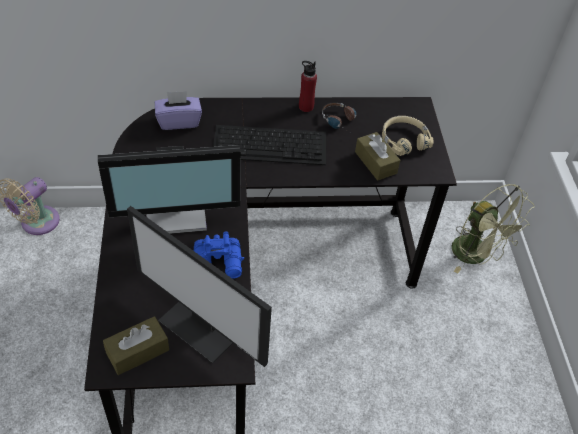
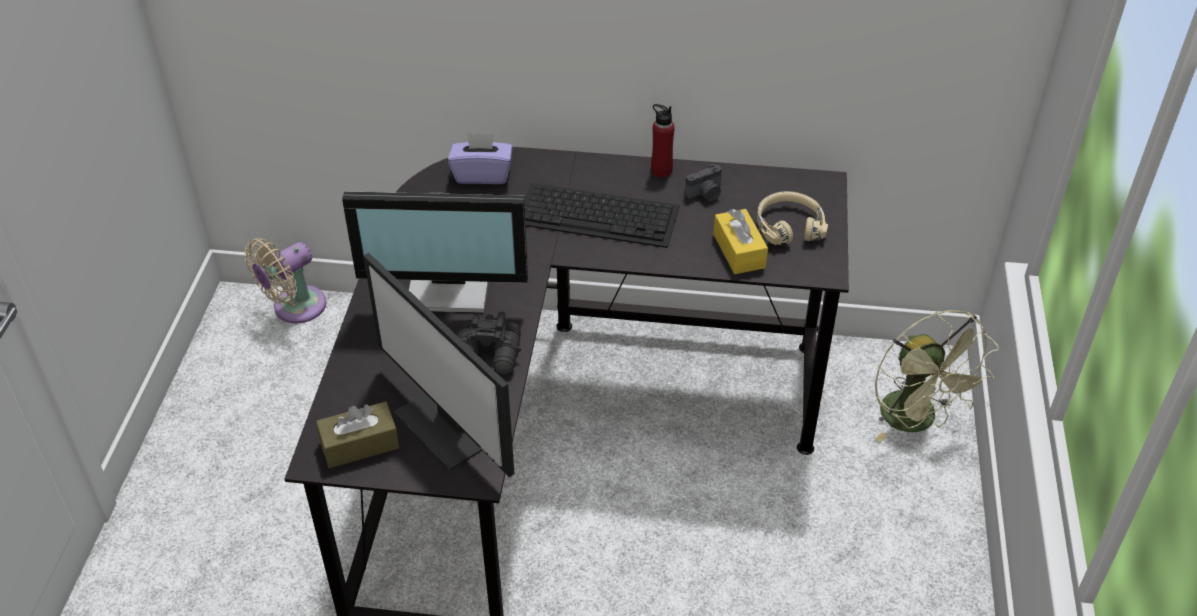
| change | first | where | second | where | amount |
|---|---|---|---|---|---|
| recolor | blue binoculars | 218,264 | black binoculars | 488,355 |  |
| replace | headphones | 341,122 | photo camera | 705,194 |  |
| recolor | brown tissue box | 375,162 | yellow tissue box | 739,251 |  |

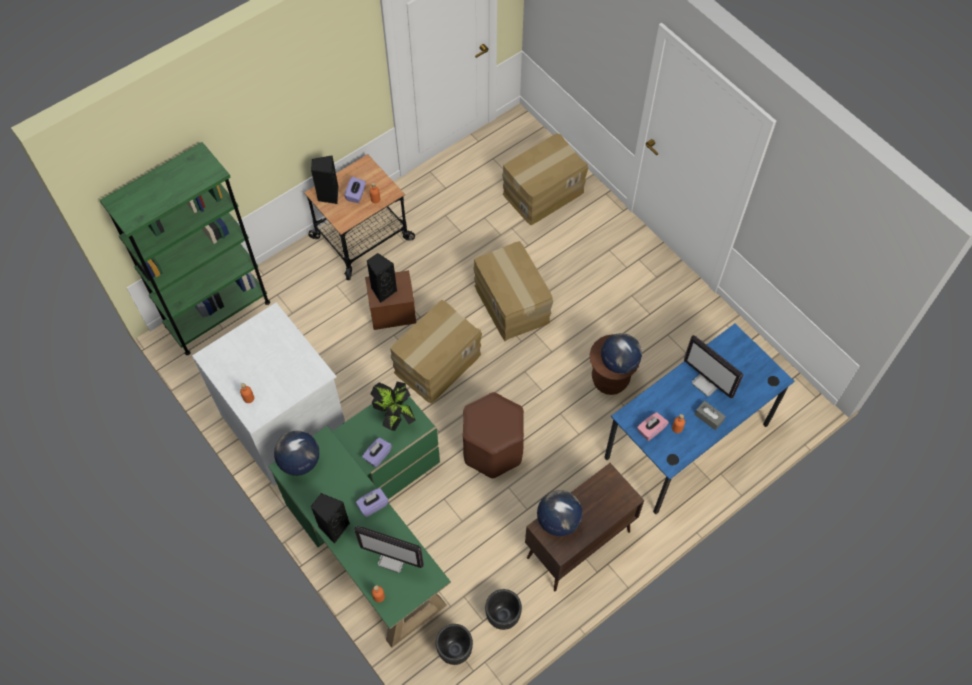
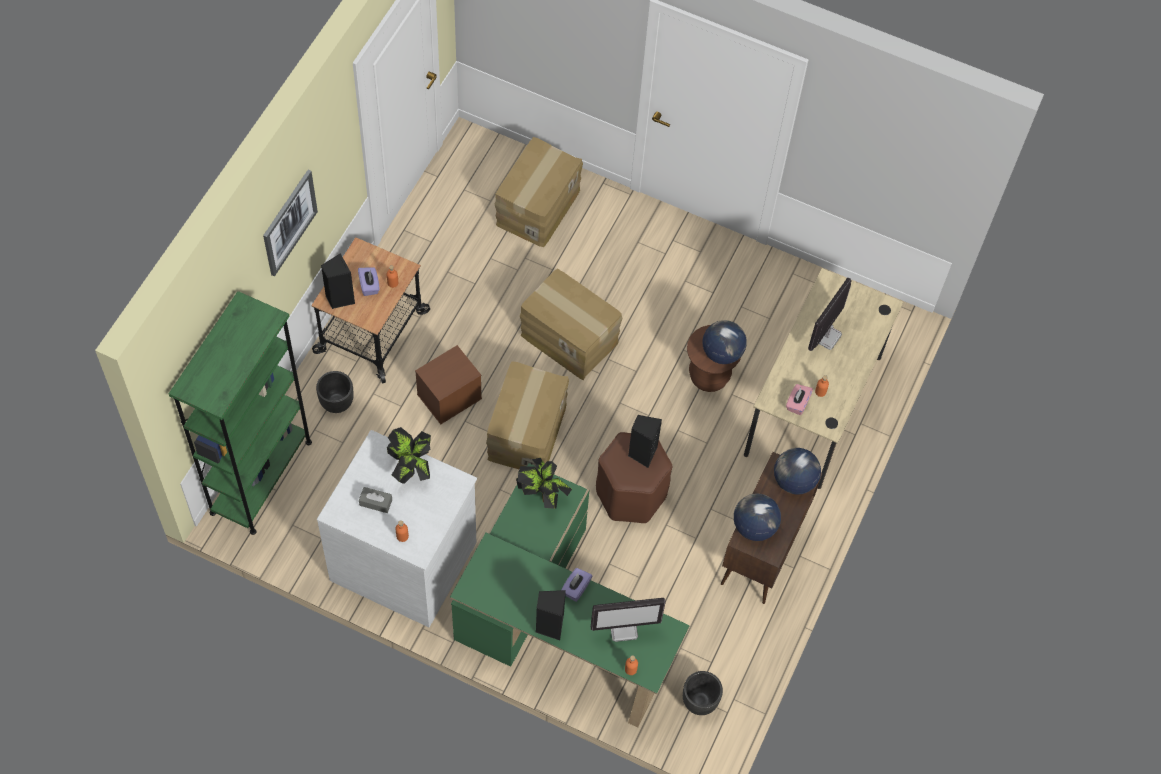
| change | first | where | second | where | amount |
|---|---|---|---|---|---|
| insert |  |  | picture | 289,222 |  |
| move | black planter | 502,615 |  | 336,402 |  |
| move | grey tissue box | 708,417 |  | 375,502 |  |
| insert |  |  | potted plant | 412,467 |  |
| move | black speaker | 383,290 |  | 642,453 |  |
| recolor | blue desk | 686,441 | beige desk | 813,405 |  |
| move | globe | 299,461 |  | 793,481 |  |
| rotate | monitor | 707,383 |  | 826,337 | 105 degrees clockwise |
| delete | purple tissue box | 377,455 |  |  |  |

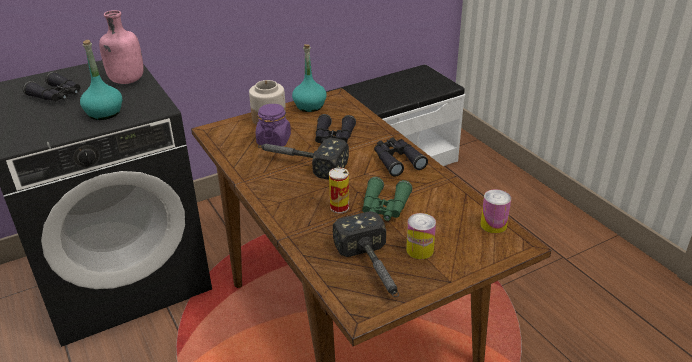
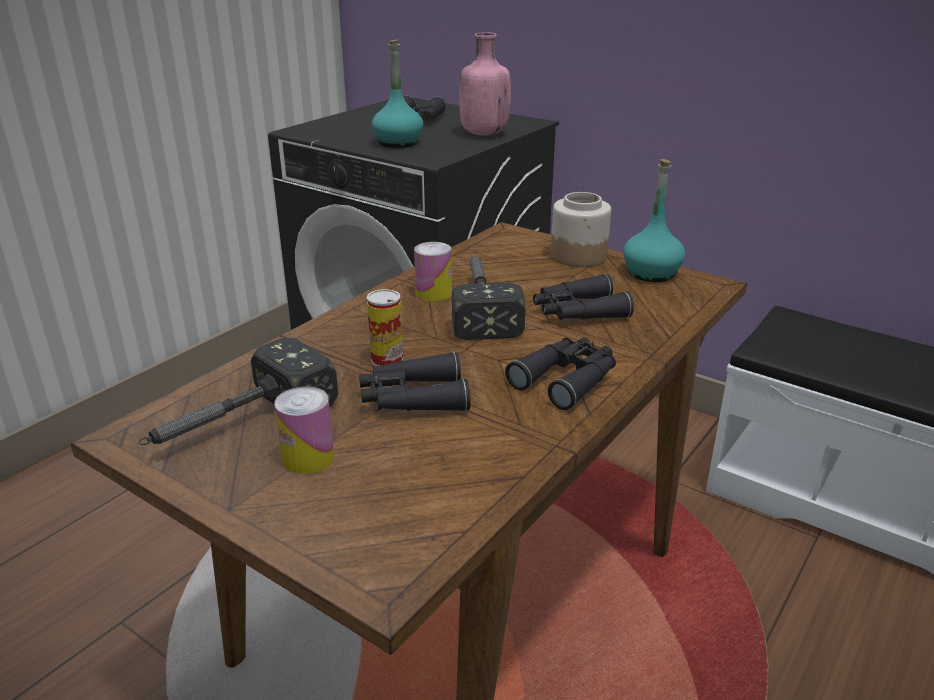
| change | first | where | second | where | amount |
|---|---|---|---|---|---|
| recolor | green binoculars | 384,207 | black binoculars | 412,398 |  |
| move | can | 493,225 |  | 433,293 |  |
| delete | purple jar | 274,140 |  |  |  |

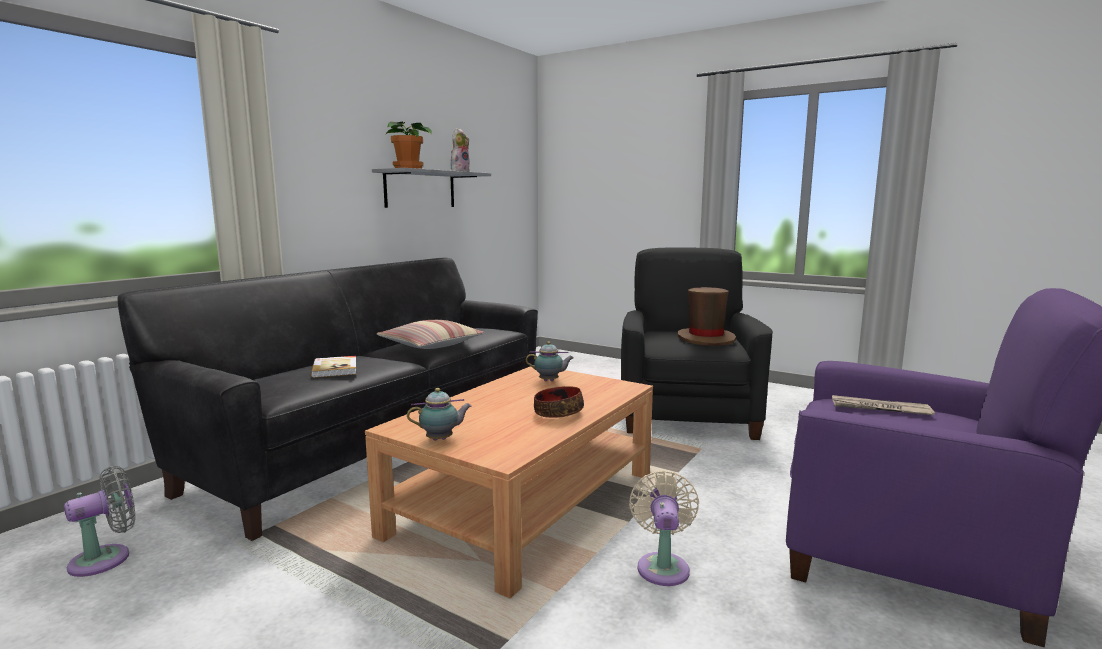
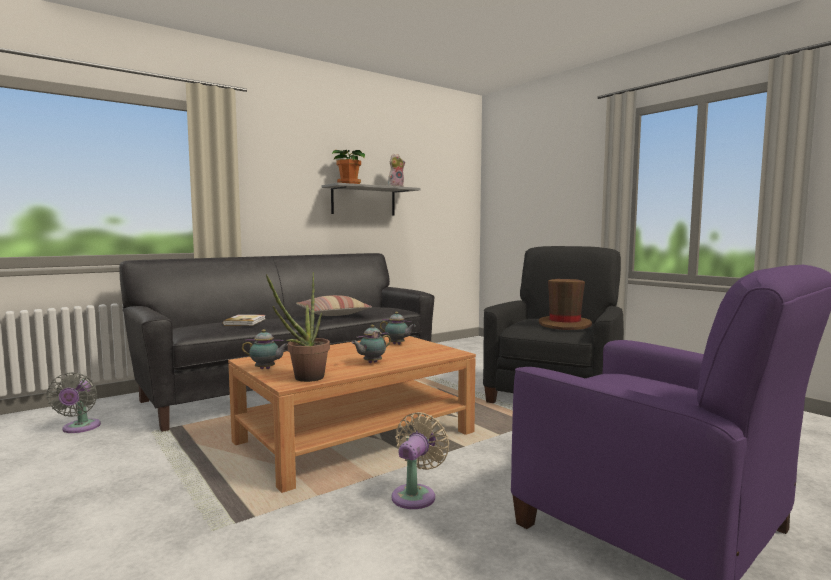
| change | first | where | second | where | amount |
|---|---|---|---|---|---|
| rotate | grey fan | 106,558 |  | 79,428 | 105 degrees clockwise |
| insert |  |  | potted plant | 304,379 |  |
| replace | bowl | 558,412 | teapot | 371,362 |  |
| delete | newspaper | 879,408 |  |  |  |

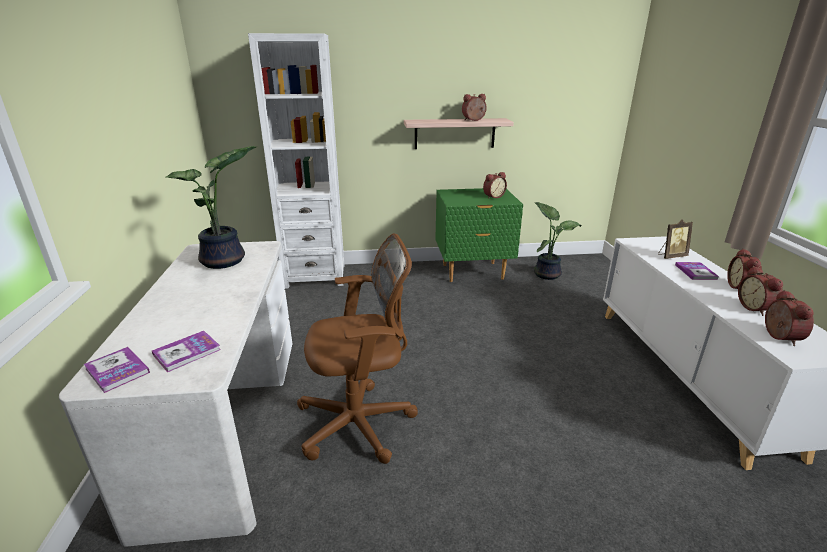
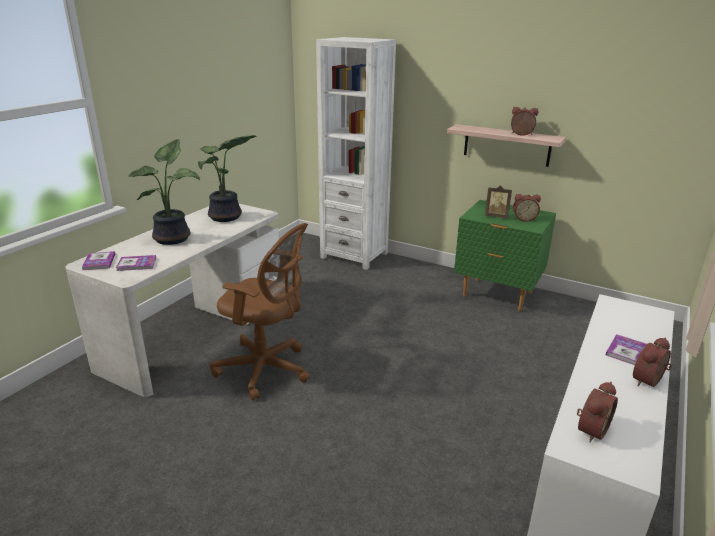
| change | first | where | second | where | amount |
|---|---|---|---|---|---|
| move | potted plant | 547,274 |  | 174,238 |  |
| move | picture frame | 671,256 |  | 496,216 |  |
| delete | alarm clock | 756,308 |  |  |  |

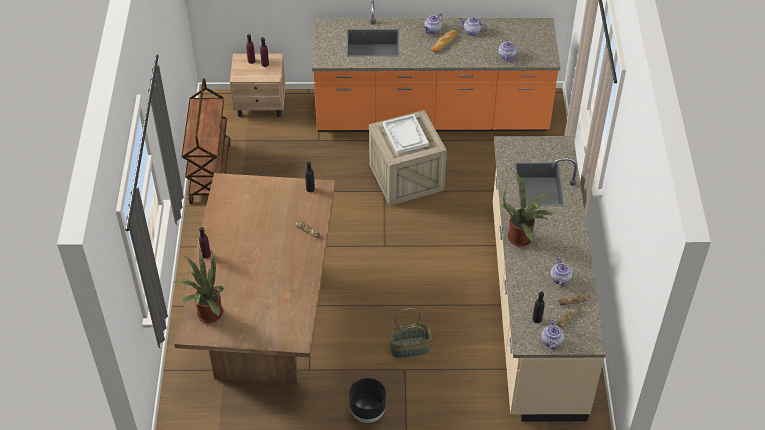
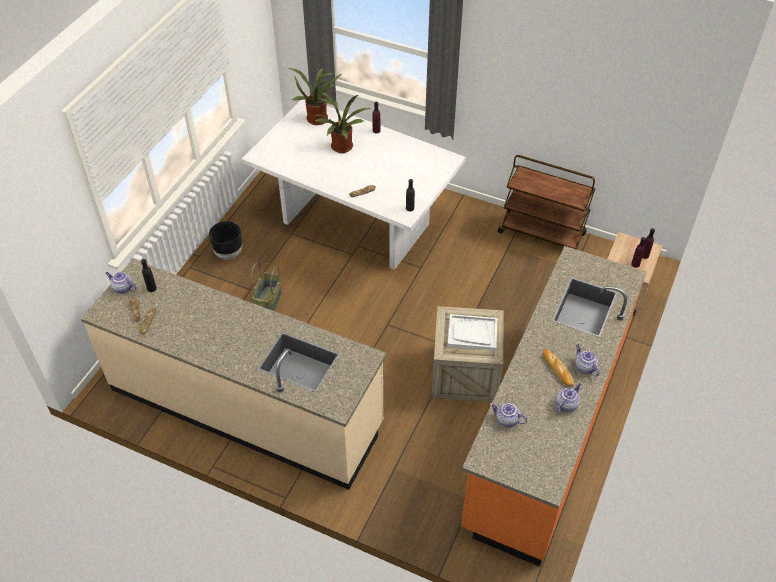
| change | first | where | second | where | amount |
|---|---|---|---|---|---|
| recolor | brown dining table | 266,319 | white dining table | 357,223 |  |
| move | potted plant | 522,237 |  | 341,148 |  |
| delete | teapot | 560,279 |  |  |  |

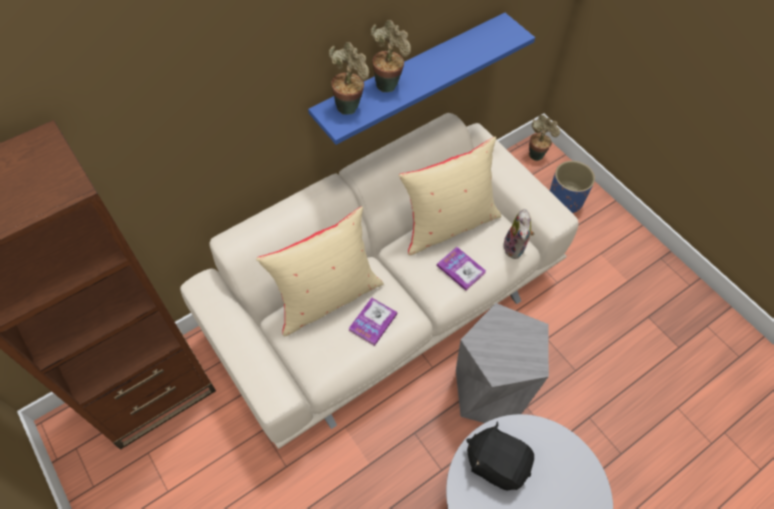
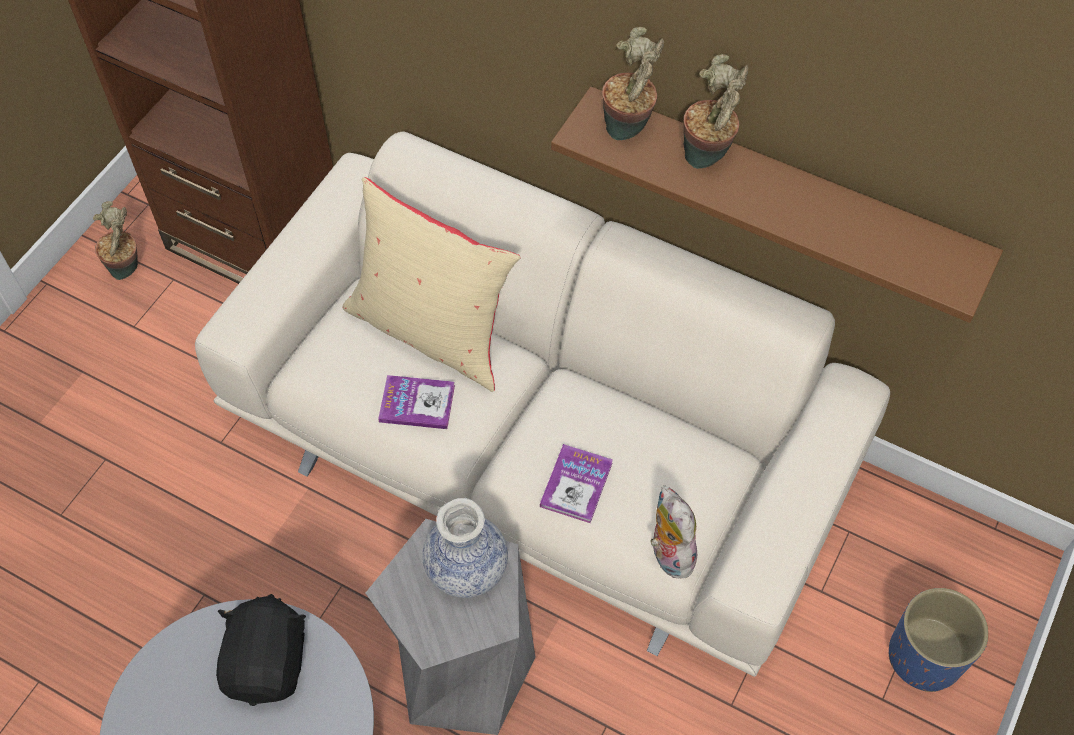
| change | first | where | second | where | amount |
|---|---|---|---|---|---|
| move | potted plant | 536,153 |  | 127,269 |  |
| insert |  |  | vase | 466,568 |  |
| recolor | blue shelf | 411,76 | brown shelf | 781,193 |  |
| rotate | plush toy | 516,248 |  | 668,554 | 90 degrees clockwise |
| delete | beige pillow | 448,224 |  |  |  |

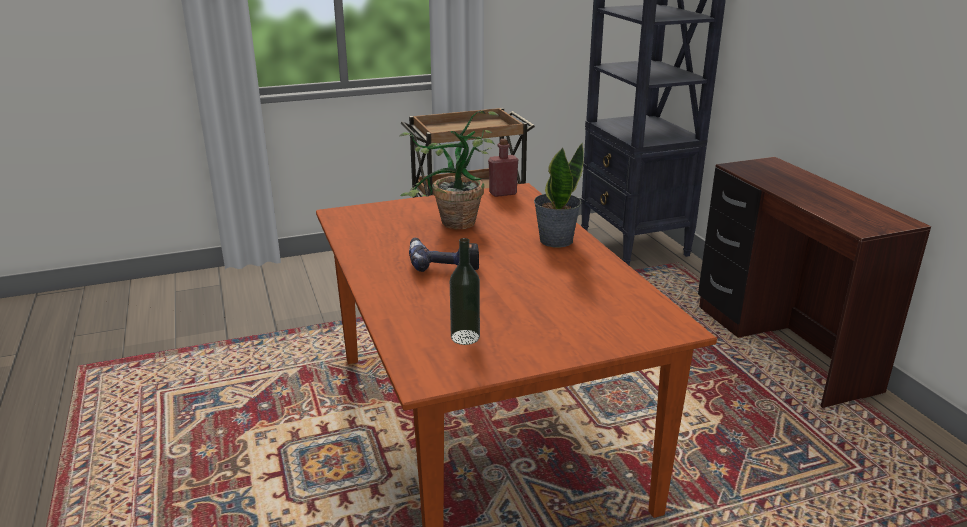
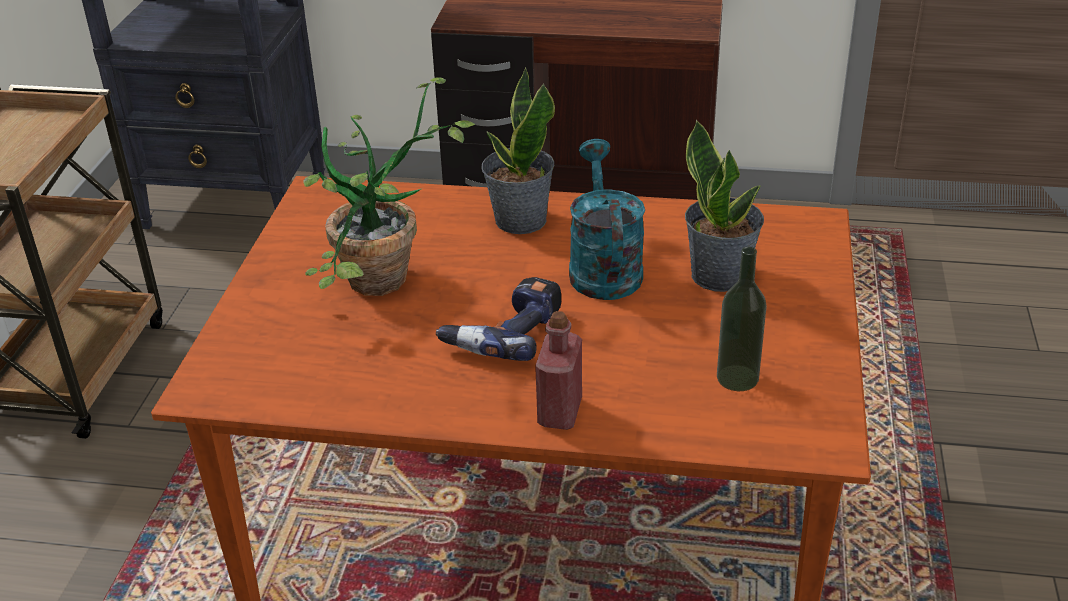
| change | first | where | second | where | amount |
|---|---|---|---|---|---|
| move | red bottle | 503,193 |  | 560,412 |  |
| insert |  |  | turquoise watering can | 603,267 |  |
| insert |  |  | potted plant | 719,275 |  |

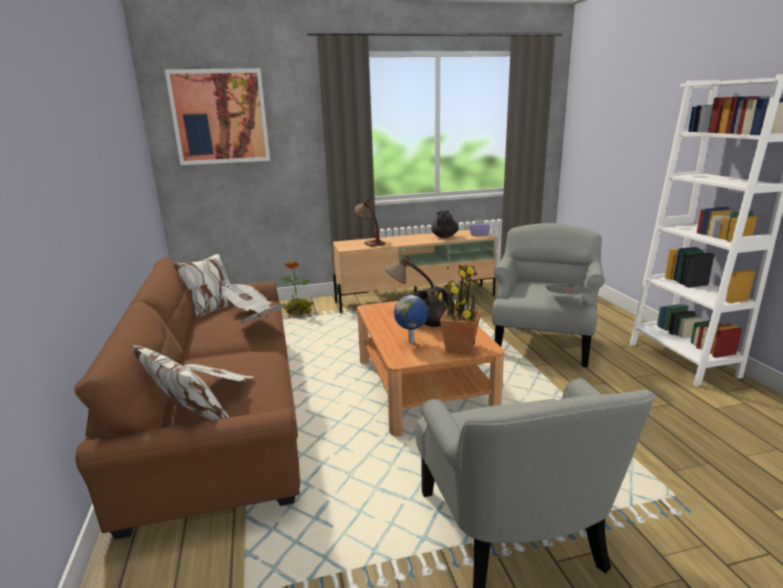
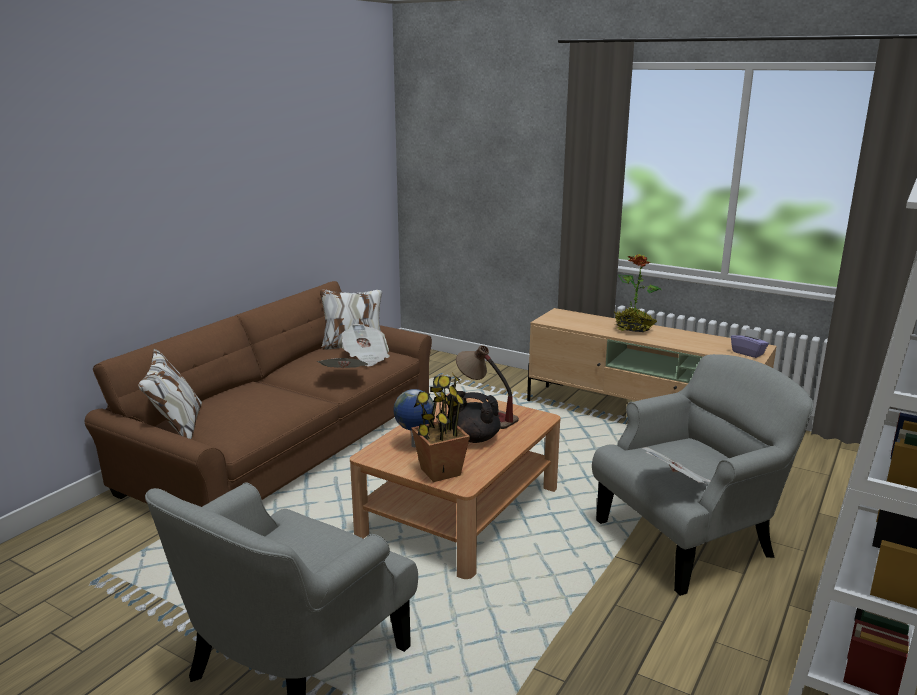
| change | first | where | second | where | amount |
|---|---|---|---|---|---|
| move | potted plant | 298,312 |  | 633,329 |  |
| delete | picture | 220,117 |  |  |  |
| delete | newspaper | 222,387 |  |  |  |
| delete | table lamp | 370,242 |  |  |  |
| delete | black teapot | 444,236 |  |  |  |

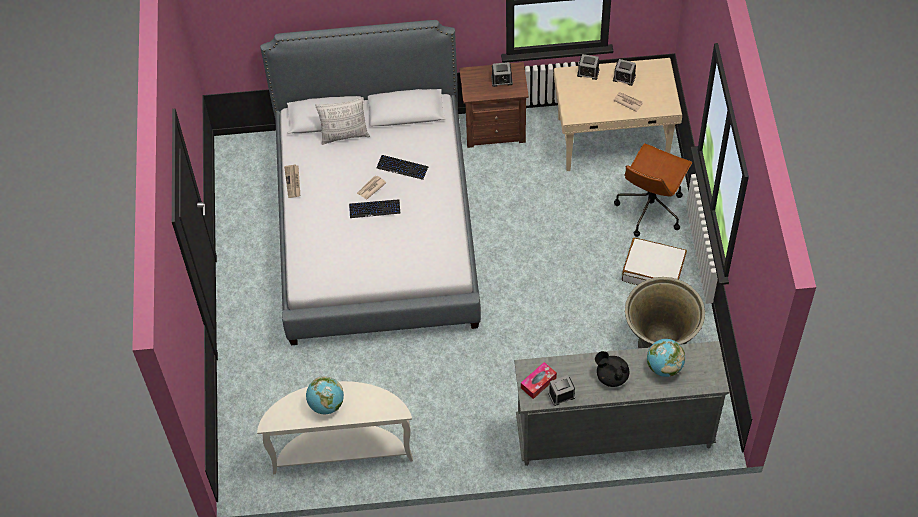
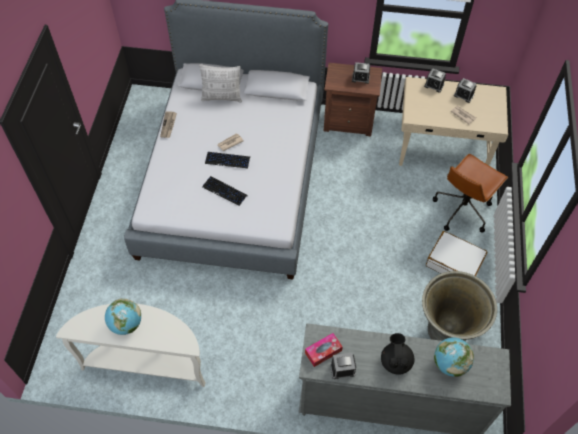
| change | first | where | second | where | amount |
|---|---|---|---|---|---|
| move | keyboard | 402,167 |  | 225,191 |  |
| rotate | black teapot | 611,376 |  | 396,361 | 45 degrees clockwise |

